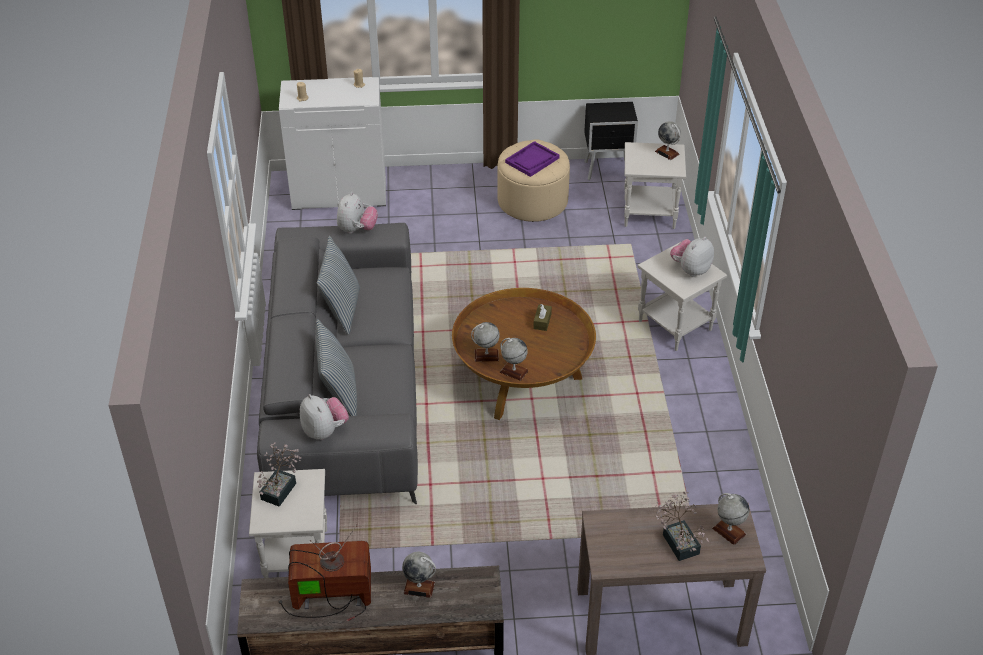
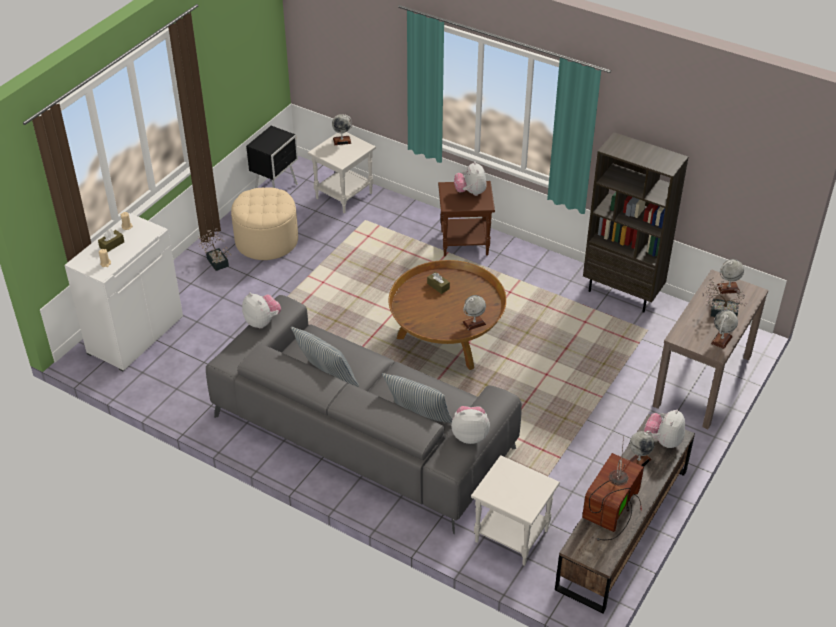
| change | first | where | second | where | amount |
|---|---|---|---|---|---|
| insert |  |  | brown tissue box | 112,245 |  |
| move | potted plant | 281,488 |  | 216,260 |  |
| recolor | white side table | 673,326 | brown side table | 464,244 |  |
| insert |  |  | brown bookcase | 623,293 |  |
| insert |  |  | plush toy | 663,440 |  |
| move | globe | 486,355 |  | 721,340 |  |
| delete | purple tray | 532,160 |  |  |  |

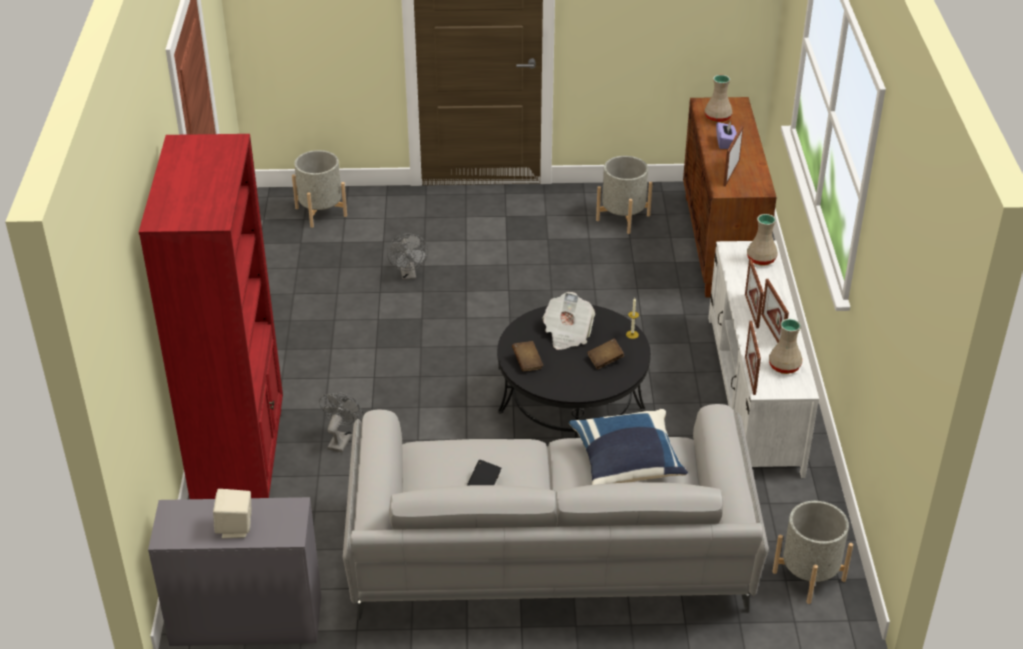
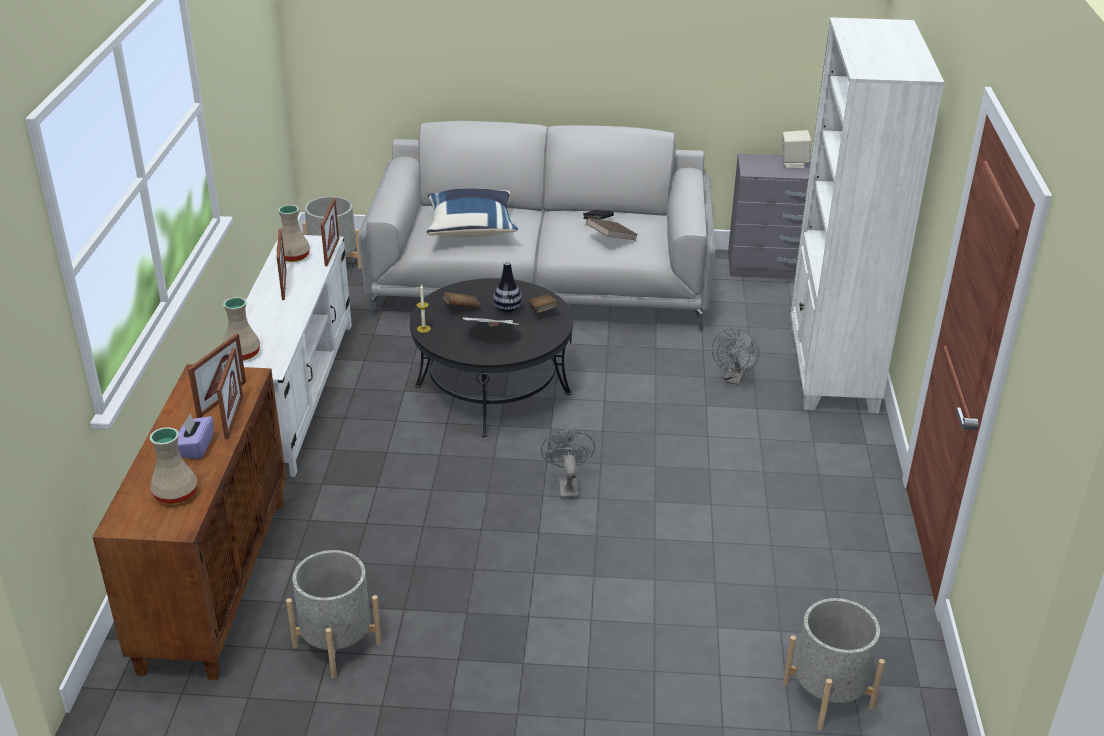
| change | first | where | second | where | amount |
|---|---|---|---|---|---|
| move | picture frame | 751,311 |  | 234,417 |  |
| insert |  |  | vase | 507,309 |  |
| move | grey fan | 409,275 |  | 567,486 |  |
| insert |  |  | brown book | 611,239 |  |
| recolor | red bookcase | 241,458 | white bookcase | 831,370 |  |

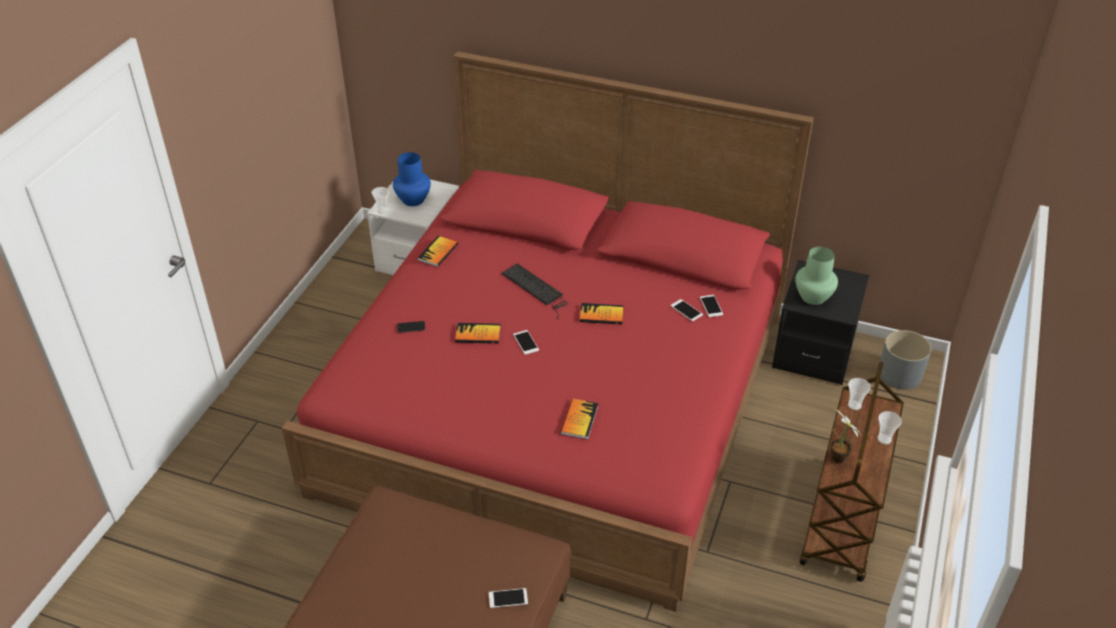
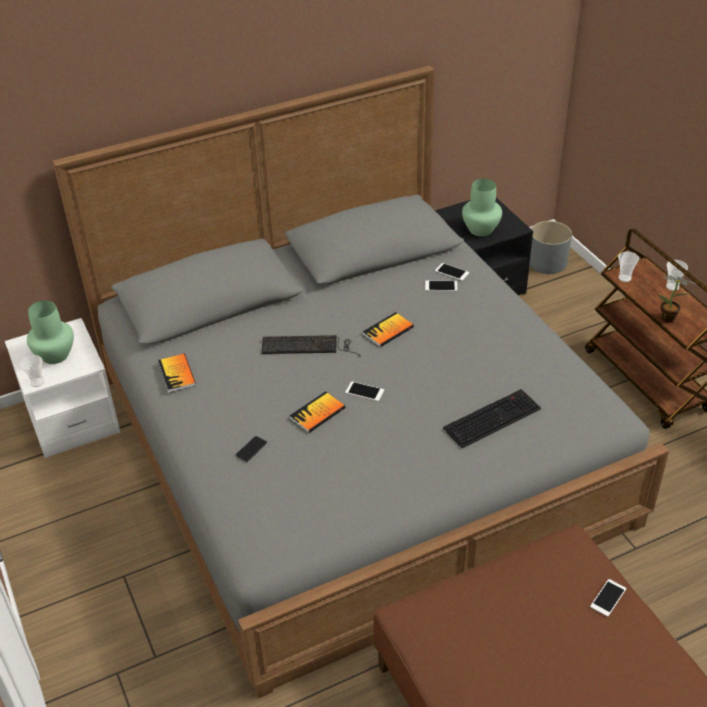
| change | first | where | second | where | amount |
|---|---|---|---|---|---|
| recolor | blue vase | 413,200 | green vase | 56,355 |  |
| recolor | red bed | 558,399 | grey bed | 355,445 |  |
| replace | book | 579,420 | keyboard | 492,417 |  |

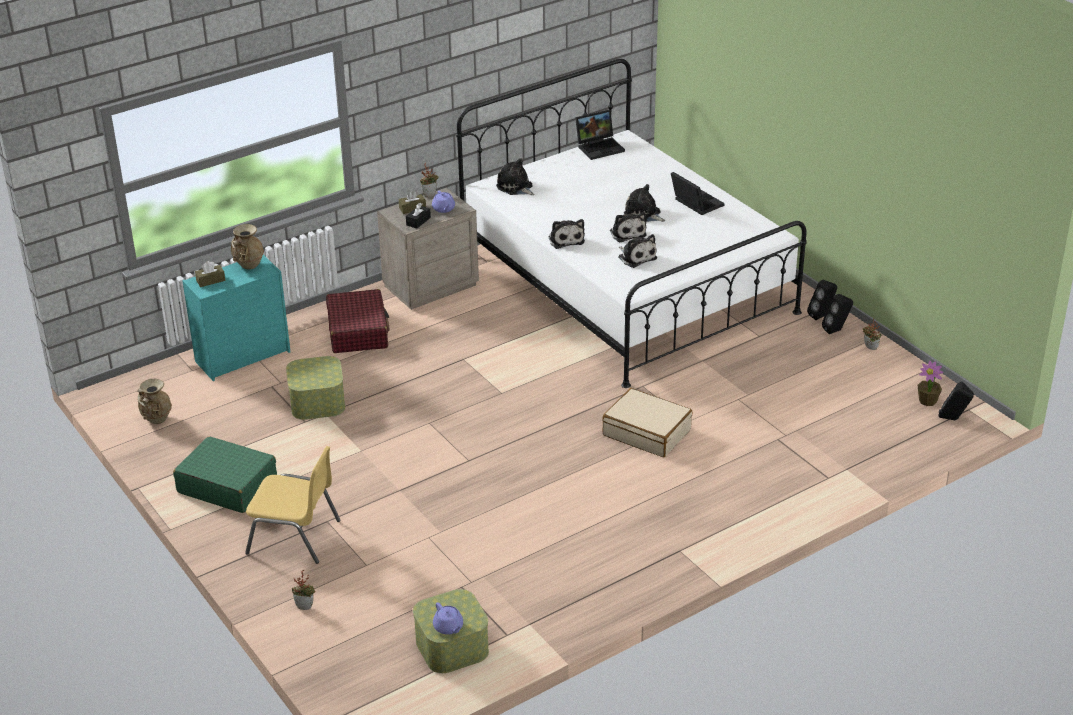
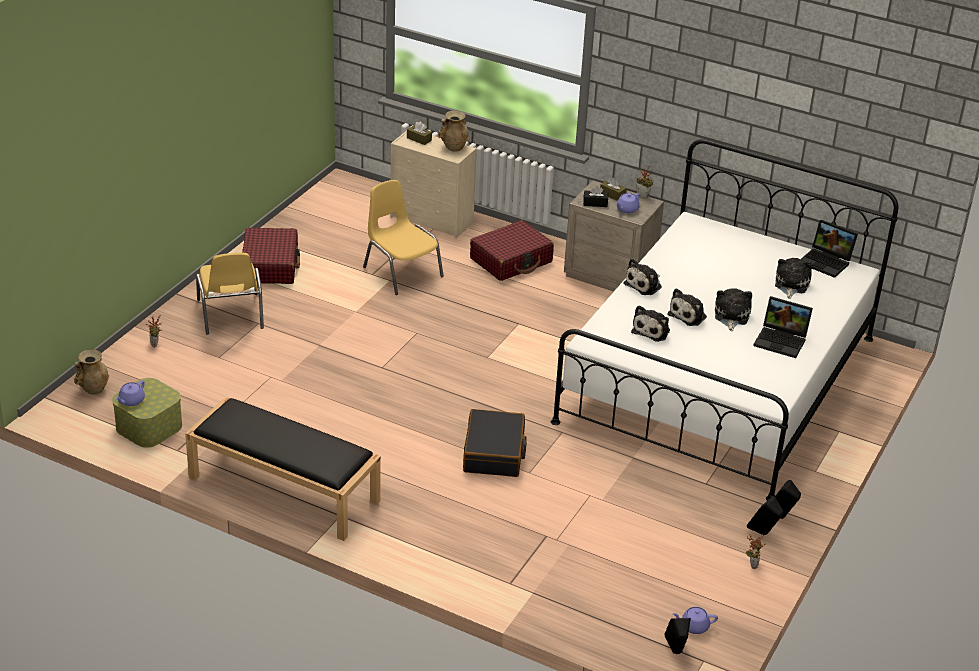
| change | first | where | second | where | amount |
|---|---|---|---|---|---|
| move | beige vase | 156,420 |  | 93,389 |  |
| insert |  |  | black bench | 282,489 |  |
| recolor | green suitcase | 227,485 | red suitcase | 270,266 |  |
| replace | storage box | 317,402 | yellow chair | 401,271 |  |
| recolor | turquoise dresser | 244,356 | beige dresser | 432,220 |  |
| recolor | beige suitcase | 647,432 | black suitcase | 494,453 |  |
| replace | potted plant | 927,401 | purple teapot | 693,626 |  |
| rotate | laptop | 695,203 |  | 782,341 | 90 degrees clockwise |
| move | plush toy | 515,187 |  | 791,285 |  |

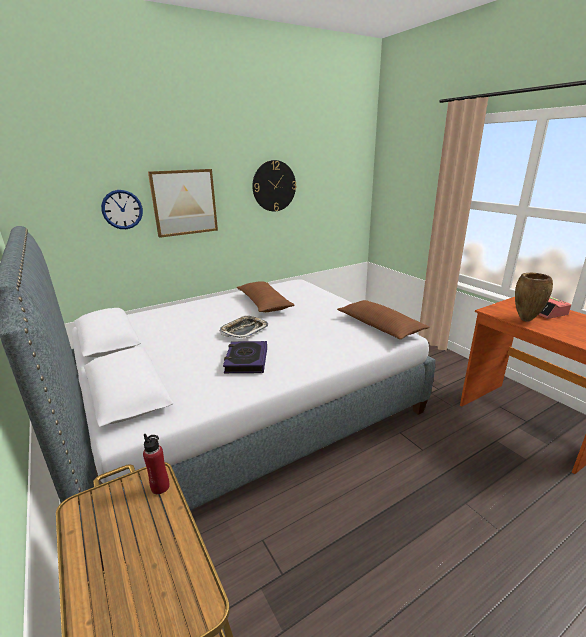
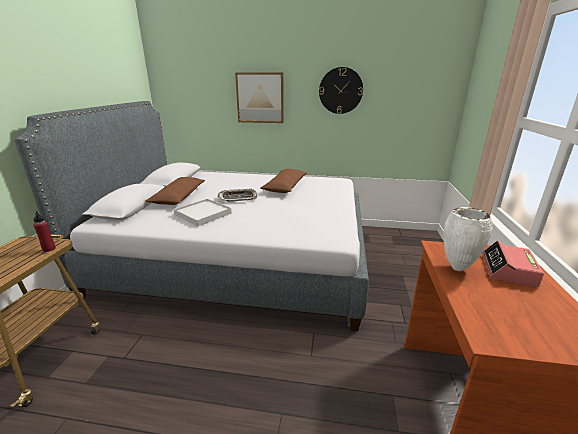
| change | first | where | second | where | amount |
|---|---|---|---|---|---|
| move | brown pillow | 380,327 |  | 179,197 |  |
| replace | book | 246,360 | white tray | 203,214 |  |
| recolor | brown vase | 525,320 | white vase | 456,268 |  |
| delete | wall clock | 122,209 |  |  |  |

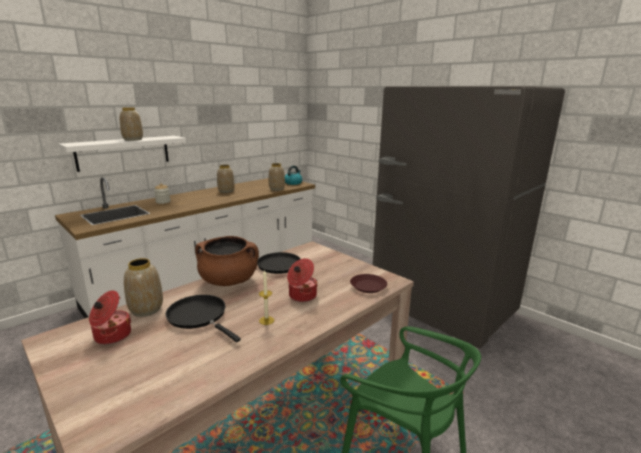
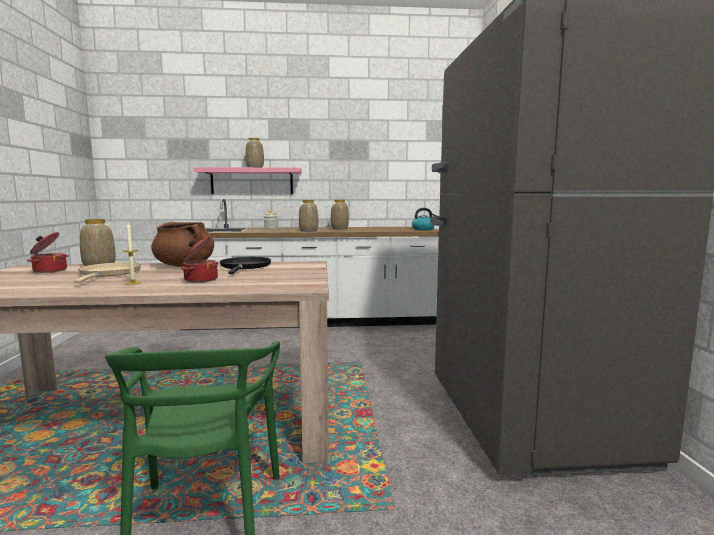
| change | first | where | second | where | amount |
|---|---|---|---|---|---|
| recolor | black frying pan | 199,316 | beige frying pan | 109,274 |  |
| recolor | white shelf | 123,152 | pink shelf | 252,181 |  |
| move | vase | 277,189 |  | 309,231 |  |
| delete | brown plate | 368,286 |  |  |  |

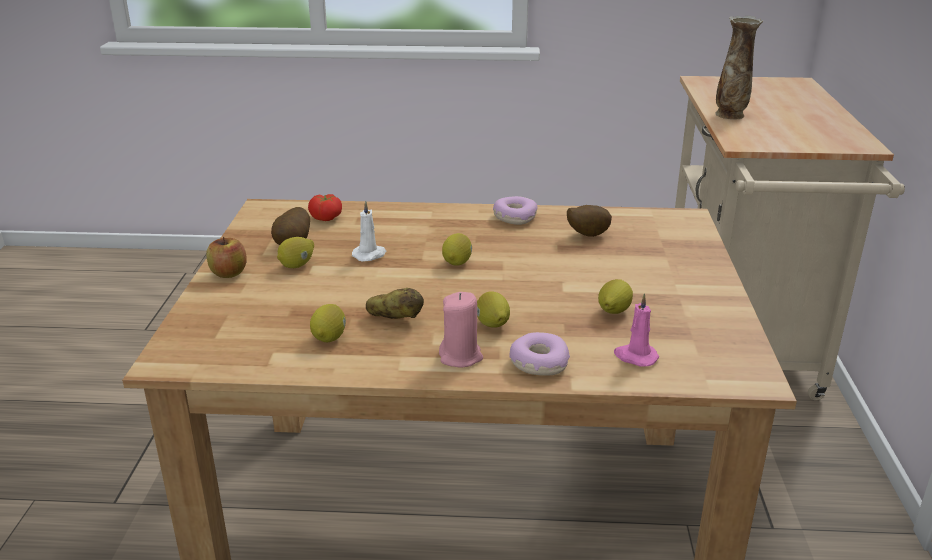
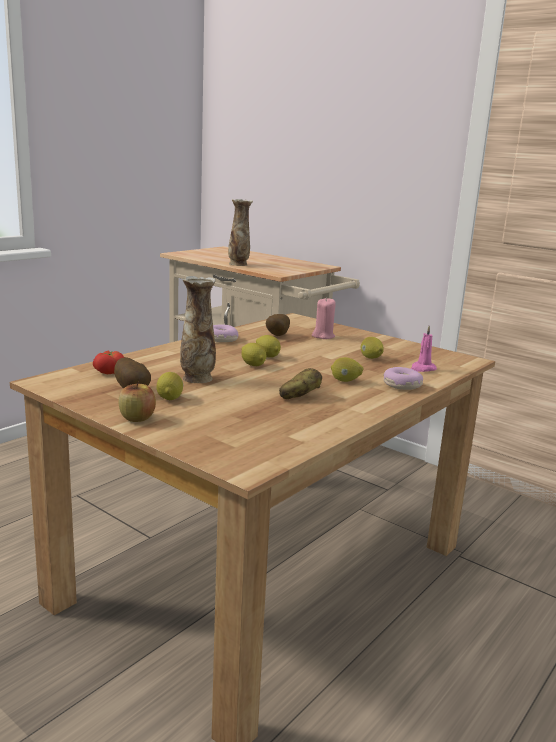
| change | first | where | second | where | amount |
|---|---|---|---|---|---|
| replace | white candle | 370,255 | vase | 197,378 |  |
| move | lemon | 330,337 |  | 267,356 |  |
| move | pink candle | 461,357 |  | 323,336 |  |

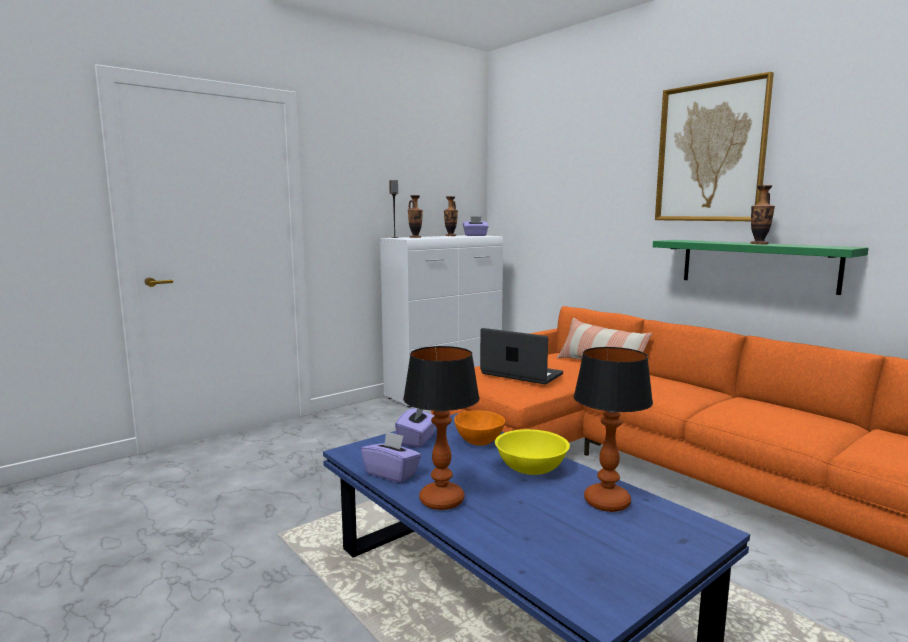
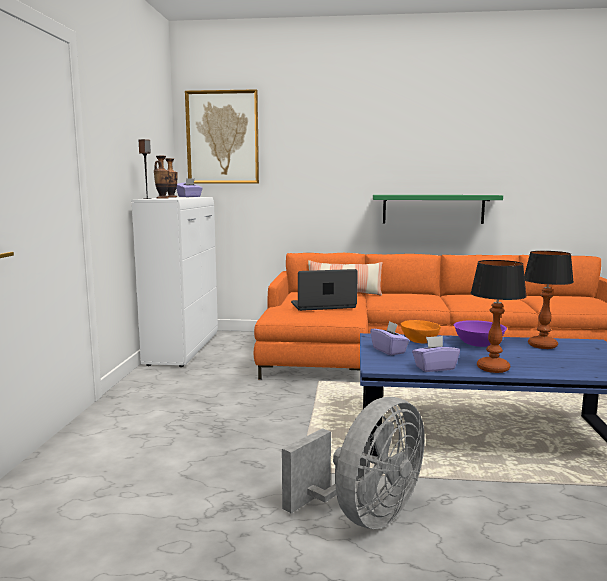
| change | first | where | second | where | amount |
|---|---|---|---|---|---|
| move | picture | 710,153 |  | 222,137 |  |
| insert |  |  | grey fan | 364,515 |  |
| recolor | yellow bowl | 530,468 | purple bowl | 478,344 |  |
| delete | vase | 759,244 |  |  |  |

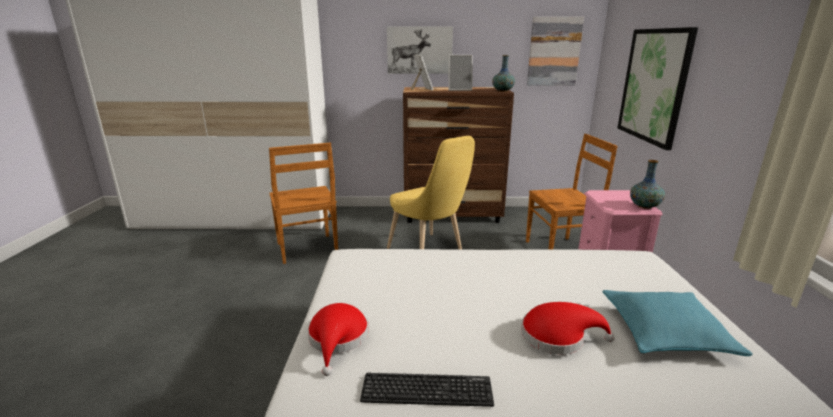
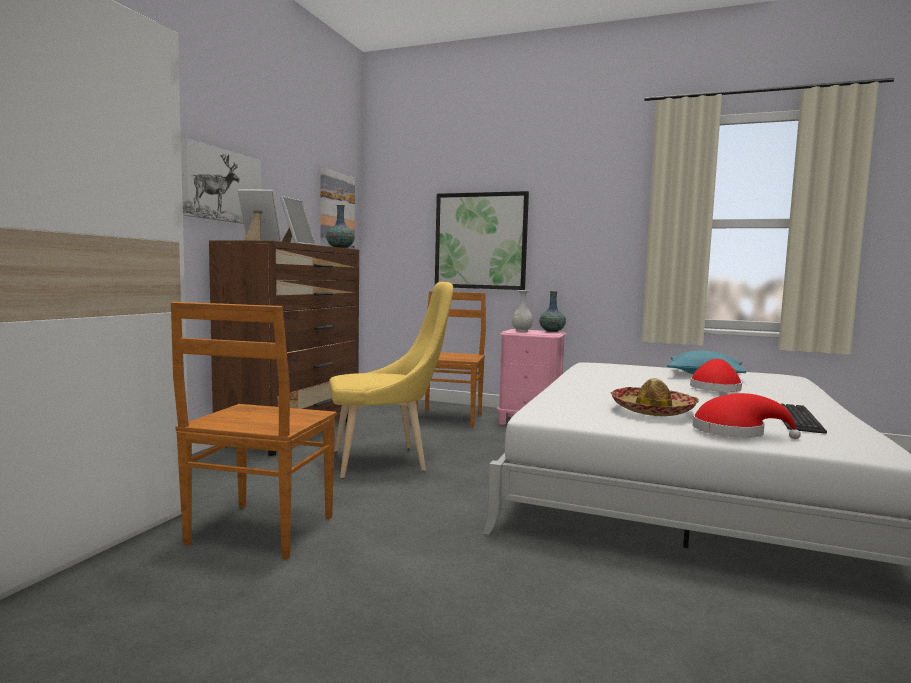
| change | first | where | second | where | amount |
|---|---|---|---|---|---|
| rotate | brown chair | 307,249 |  | 259,532 | 105 degrees clockwise |
| insert |  |  | white vase | 521,331 |  |
| insert |  |  | hat | 653,410 |  |

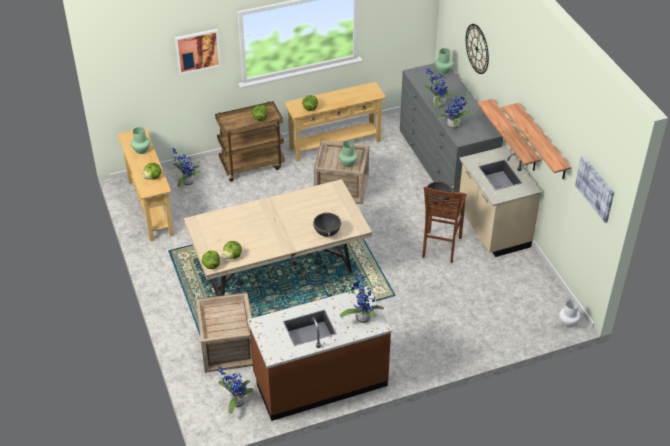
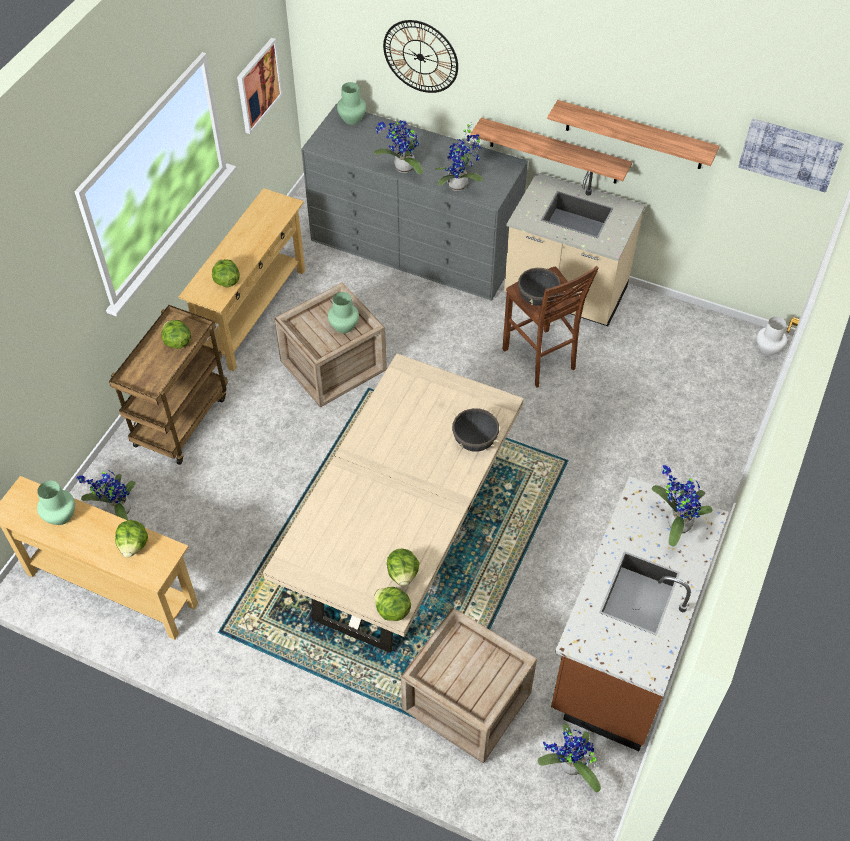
| change | first | where | second | where | amount |
|---|---|---|---|---|---|
| move | picture | 197,51 |  | 258,85 |  |

